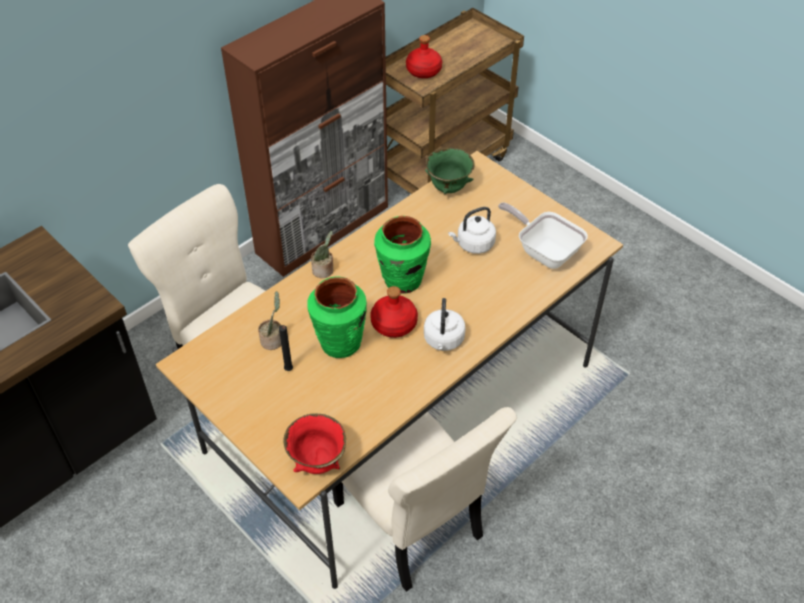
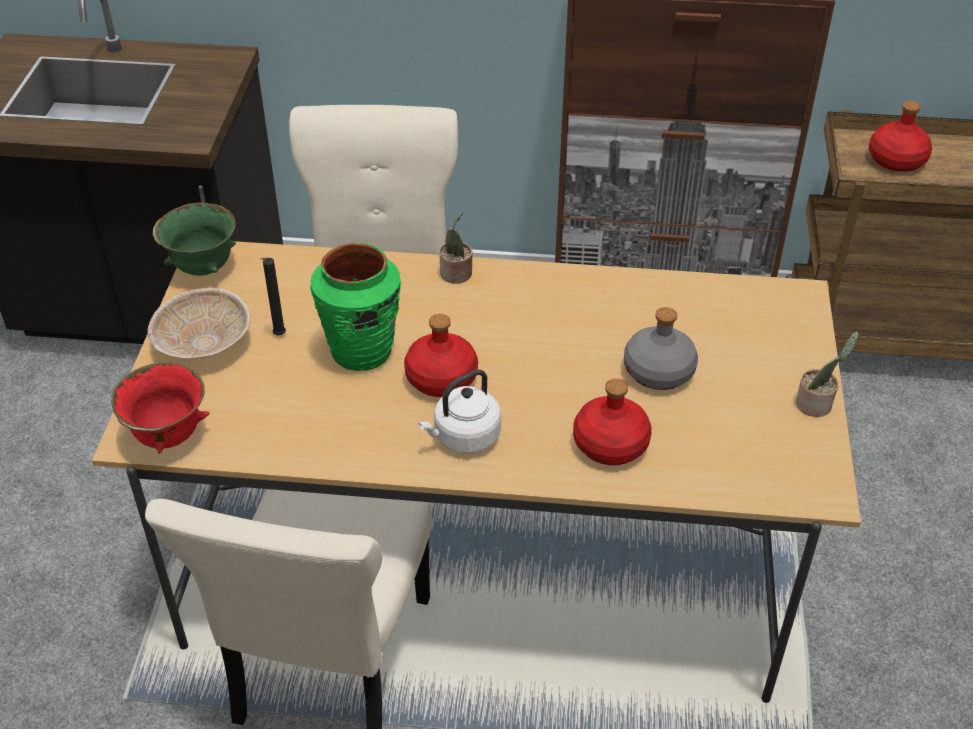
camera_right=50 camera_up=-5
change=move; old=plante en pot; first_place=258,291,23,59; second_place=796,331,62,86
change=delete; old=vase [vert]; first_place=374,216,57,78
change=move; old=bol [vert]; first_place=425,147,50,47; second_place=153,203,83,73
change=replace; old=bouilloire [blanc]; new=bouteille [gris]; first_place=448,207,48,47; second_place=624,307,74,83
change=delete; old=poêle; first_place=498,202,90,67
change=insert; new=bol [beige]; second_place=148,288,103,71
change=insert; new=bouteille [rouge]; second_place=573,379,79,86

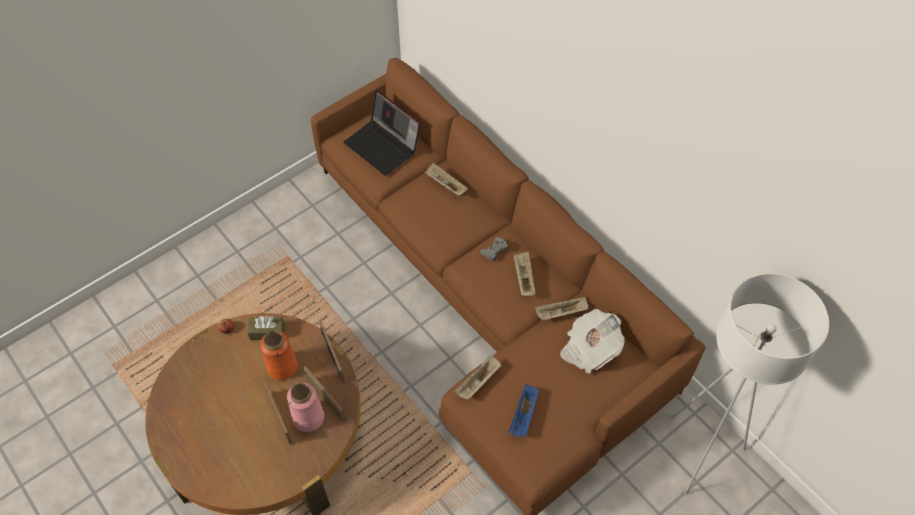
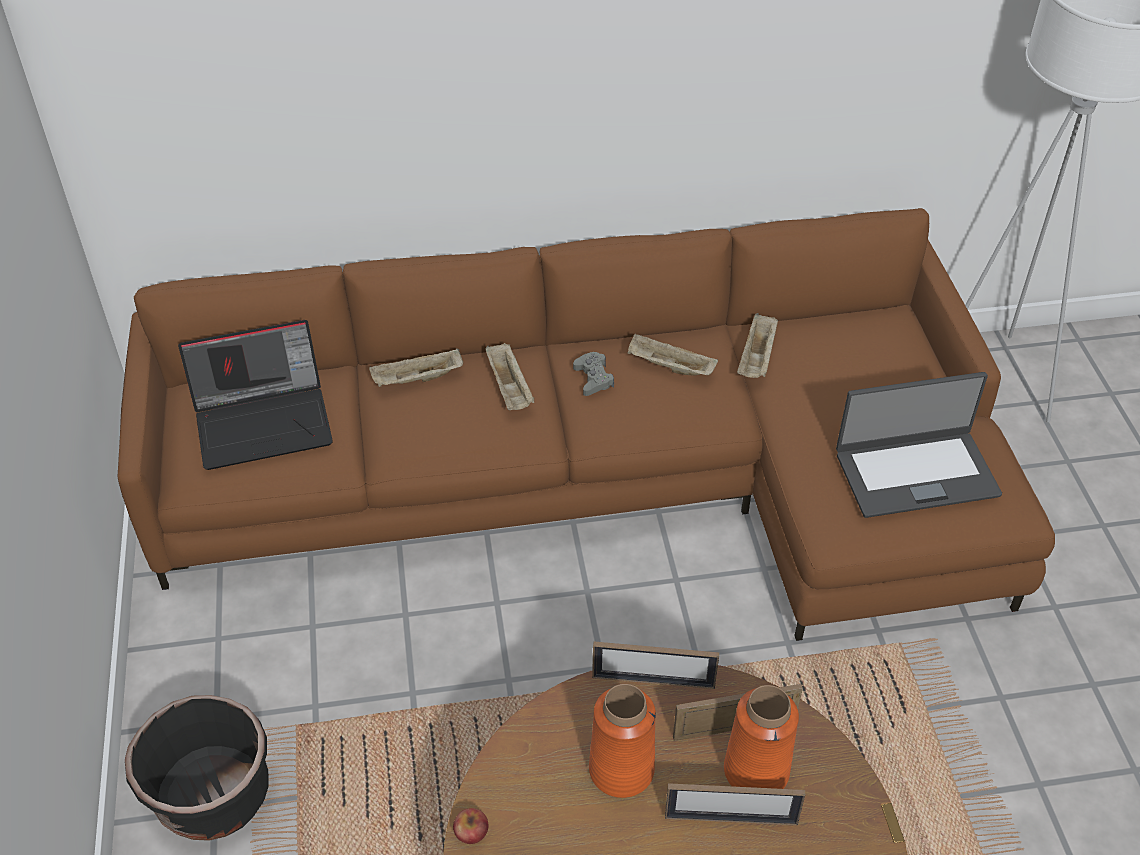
camera_right=-60 camera_up=-10
change=delete; old=boîte à mouchoirs [marron]; first_place=248,316,37,24
change=recolor; old=vase [rose]; new=vase [orange]; first_place=287,383,37,49; second_place=724,685,75,104
change=move; old=plateau [beige]; first_place=454,356,47,44; second_place=486,343,48,67
change=replace; old=plateau [bleu]; new=ordinateur portable; first_place=509,384,30,53; second_place=836,372,166,146
change=delete; old=journal; first_place=560,309,65,65
change=insert; new=cache-pot [noir]; second_place=125,695,144,146

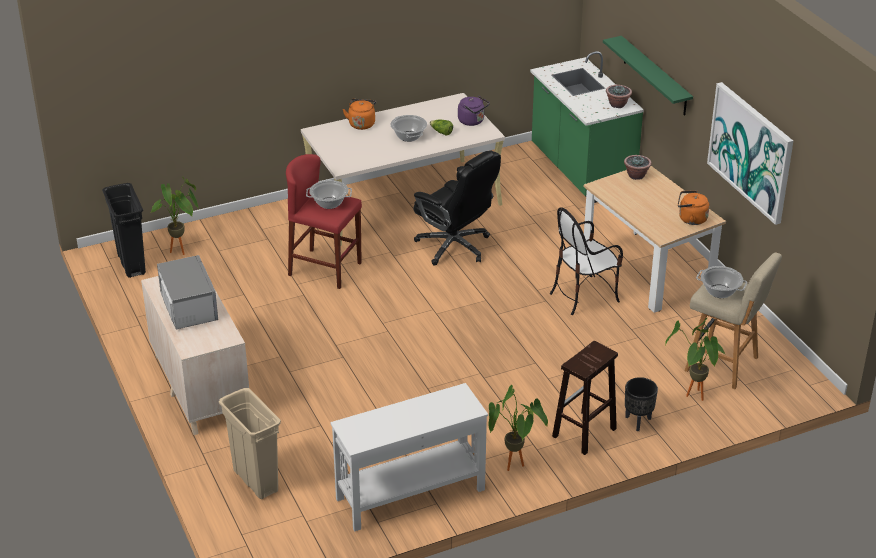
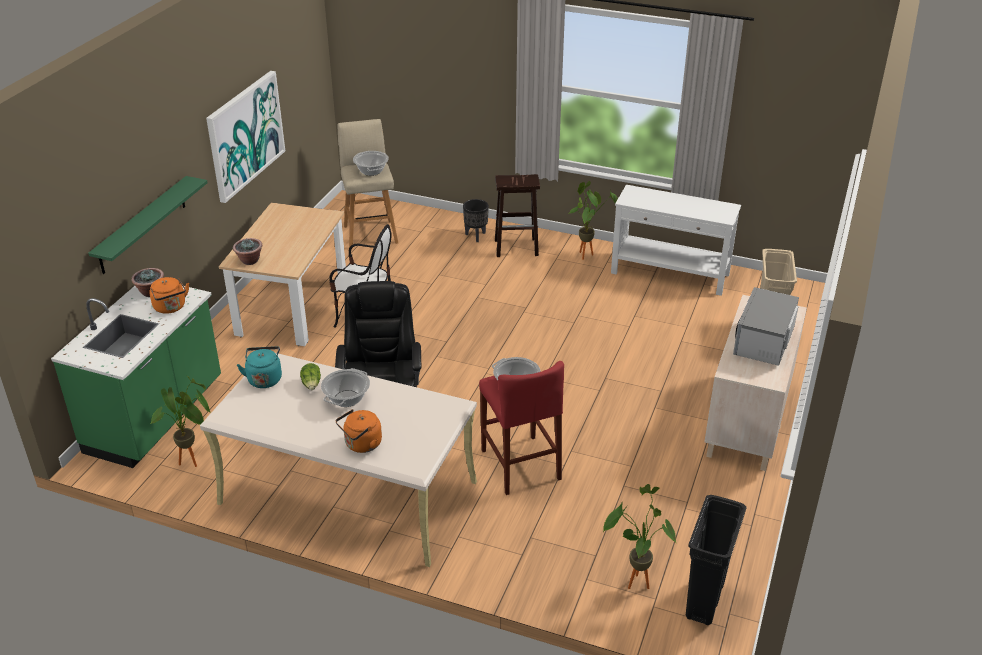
camera_right=-135 camera_up=0
change=recolor; old=bouilloire [violet]; new=bouilloire [turquoise]; first_place=458,96,32,30; second_place=237,346,45,42
change=move; old=plante en pot; first_place=665,317,60,84; second_place=150,376,61,91
change=move; old=bouilloire [orange]; first_place=678,190,31,35; second_place=149,277,40,37

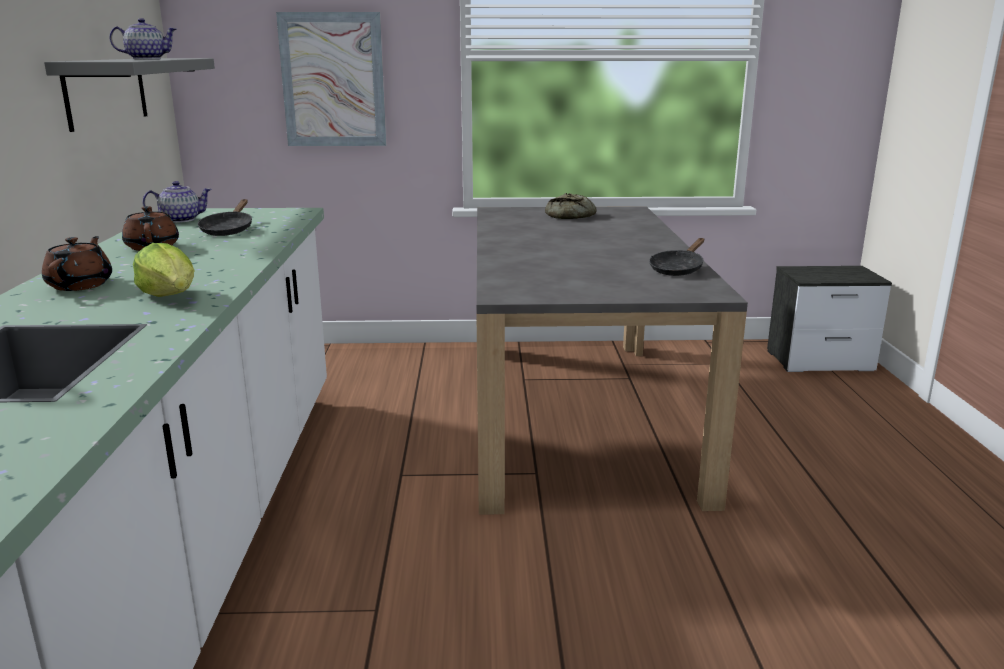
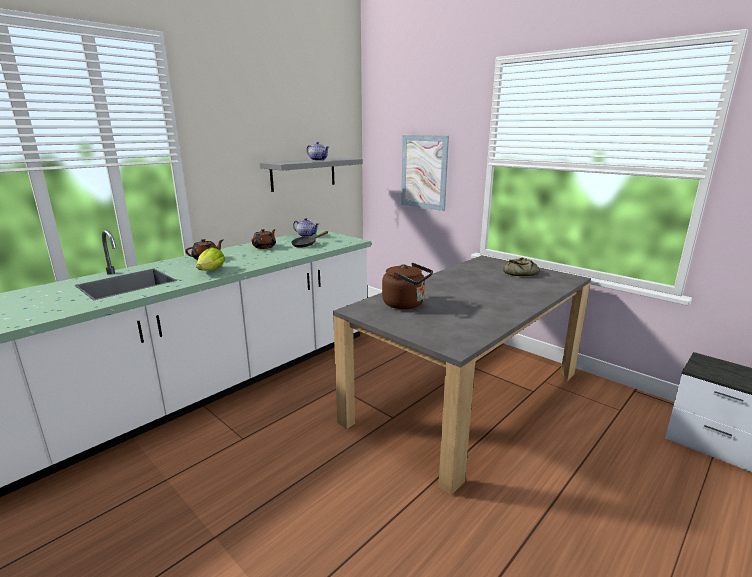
camera_right=45 camera_up=0
change=delete; old=poêle [noir]; first_place=649,238,55,38
change=insert; new=bouilloire [marron]; second_place=382,263,51,46

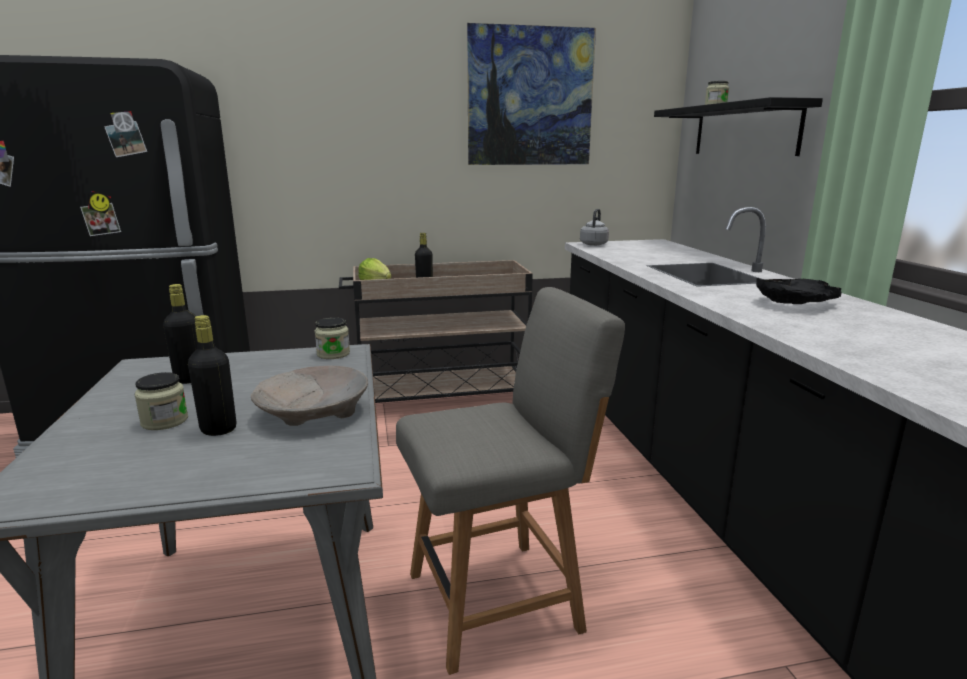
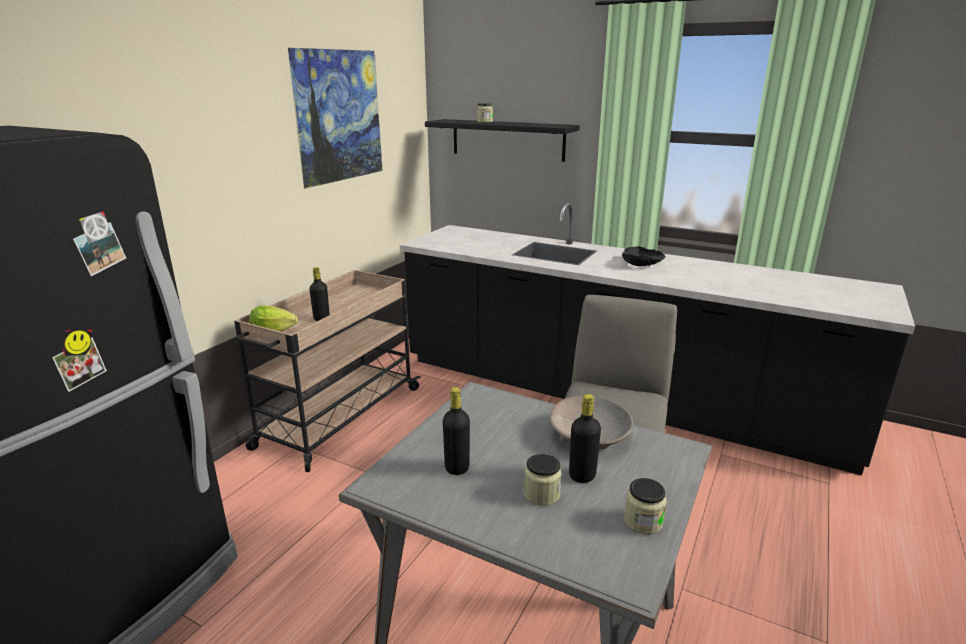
camera_right=-50 camera_up=5
change=move; old=bocal; first_place=315,317,35,42; second_place=624,478,43,56
change=delete; old=bouilloire [gris]; first_place=580,209,29,37

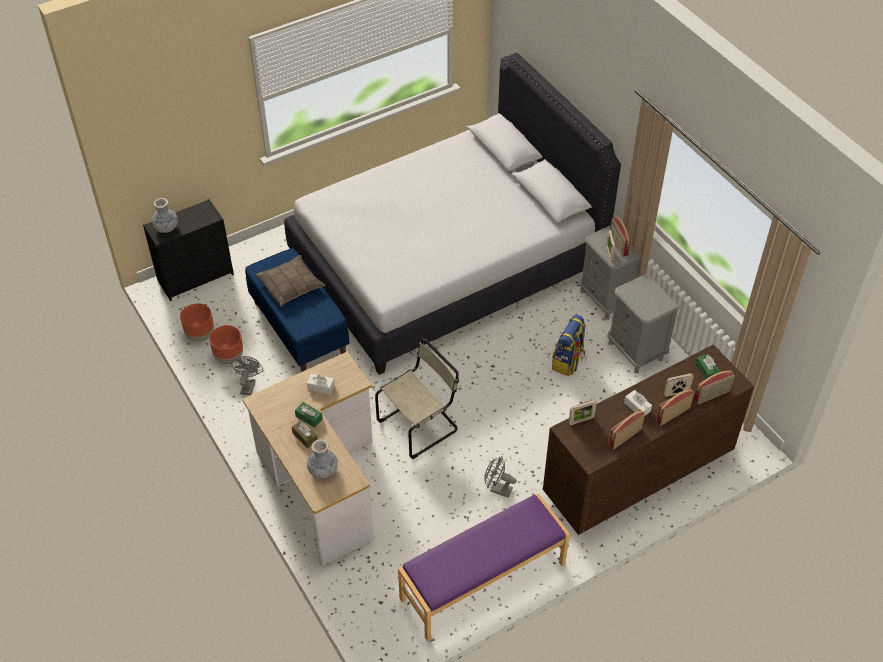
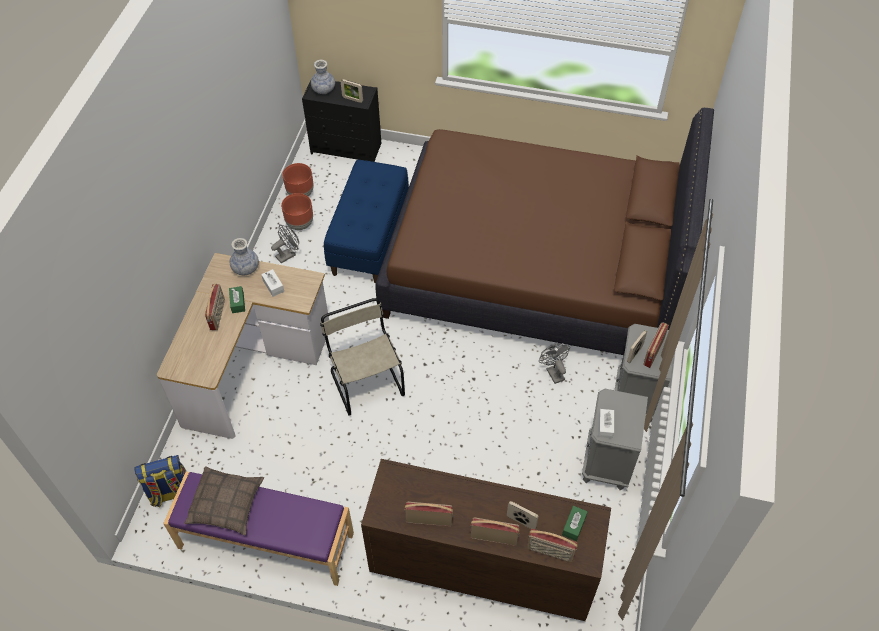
camera_right=45 camera_up=5
change=move; old=coussin; first_place=256,255,69,51; second_place=185,466,79,69
change=recolor; old=lit [blanc]; new=lit [marron]; first_place=284,53,337,322; second_place=375,108,339,247
change=replace; old=boîte à mouchoirs [marron]; new=radio; first_place=292,420,26,28; second_place=205,284,20,46
change=move; old=vase; first_place=307,439,31,39; second_place=230,238,29,37
change=rotate; old=chaise [beige]; first_place=375,339,84,120; second_place=320,298,85,118; degrees=-120
change=move; old=ventilateur [gris]; first_place=484,456,32,42; second_place=539,343,31,41
change=move; old=sac à dos; first_place=552,315,34,61; second_place=134,455,53,53
change=move; old=cadre photo; first_place=569,400,28,25; second_place=341,79,22,24
change=move; old=boîte à mouchoirs [blanc]; first_place=624,390,28,25; second_place=598,409,16,29

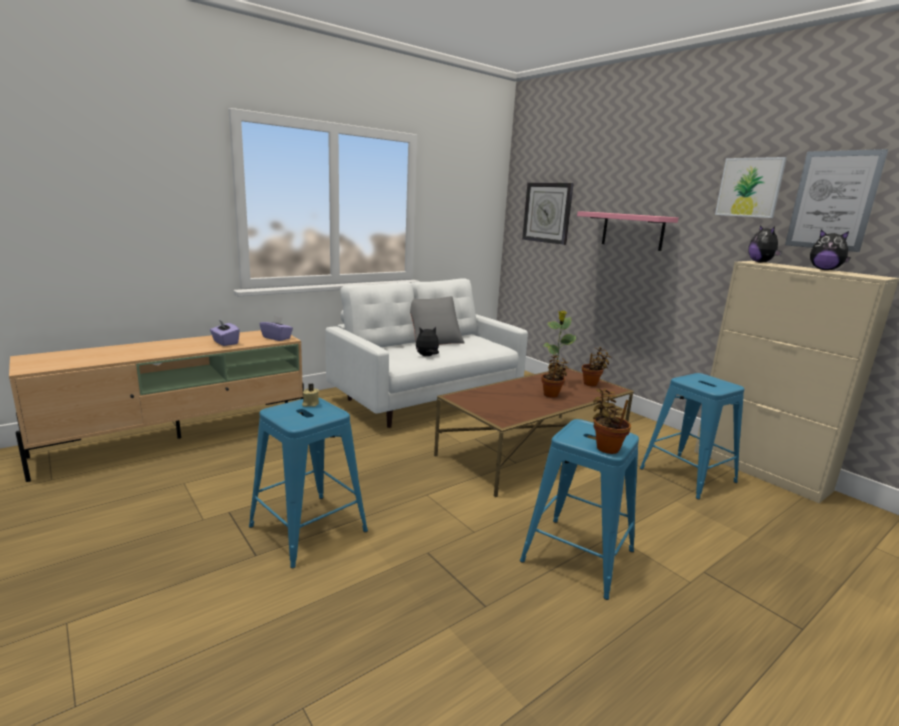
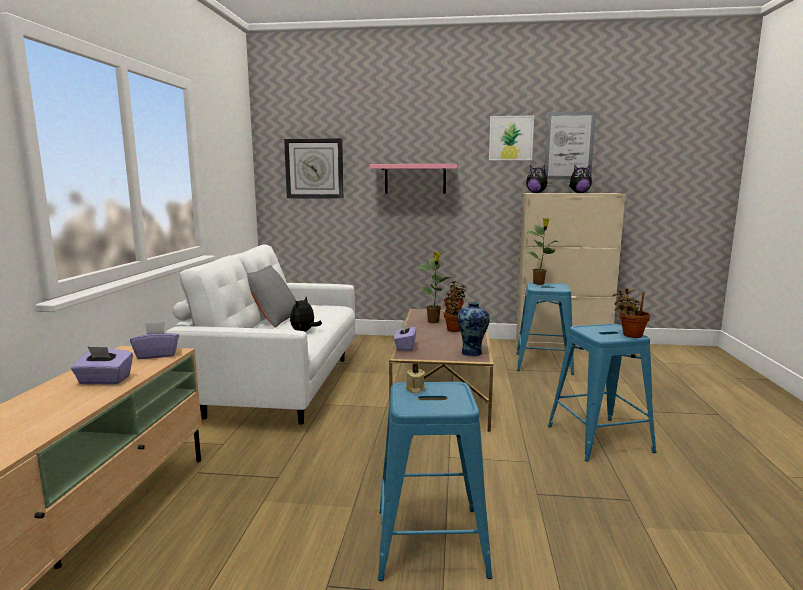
camera_right=-45 camera_up=-5
change=insert; new=boîte à mouchoirs [violet]; second_place=394,322,22,29
change=insert; new=vase; second_place=457,302,33,55
change=insert; new=plante en pot; second_place=526,218,32,67

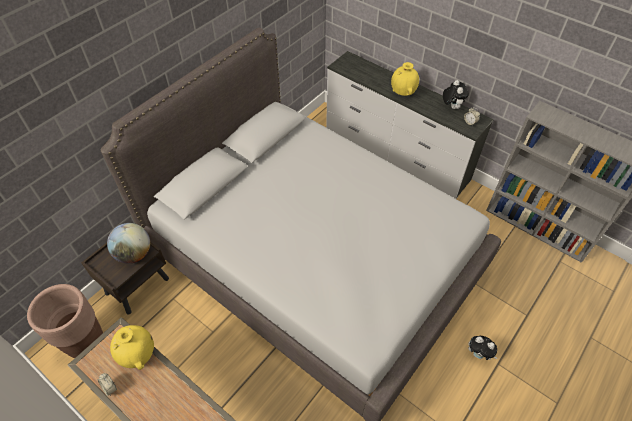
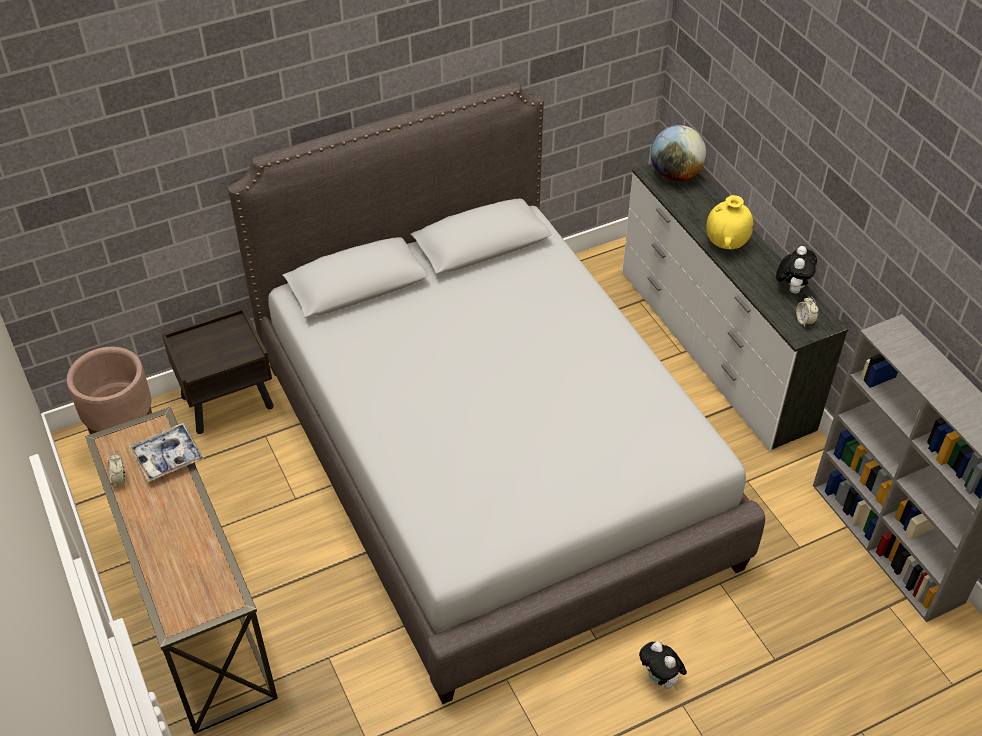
camera_right=25 camera_up=-5
change=move; old=globe; first_place=107,223,43,41; second_place=651,125,56,56
change=replace; old=vase [jaune]; new=plateau; first_place=110,325,44,45; second_place=130,423,74,59

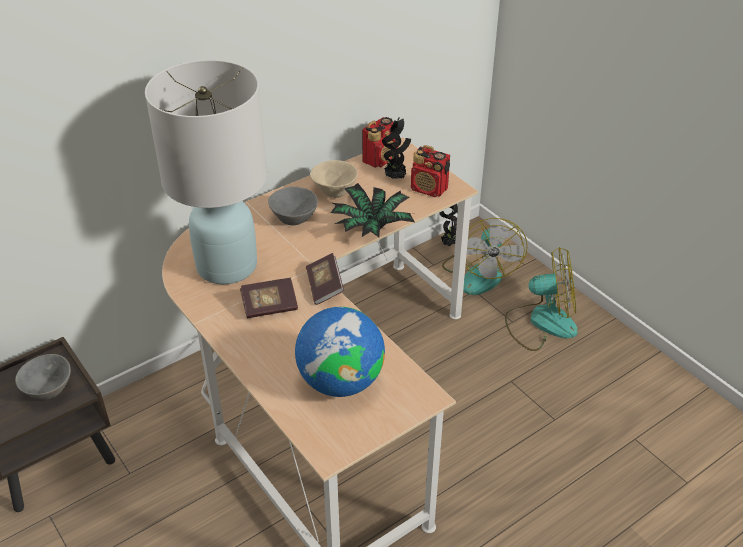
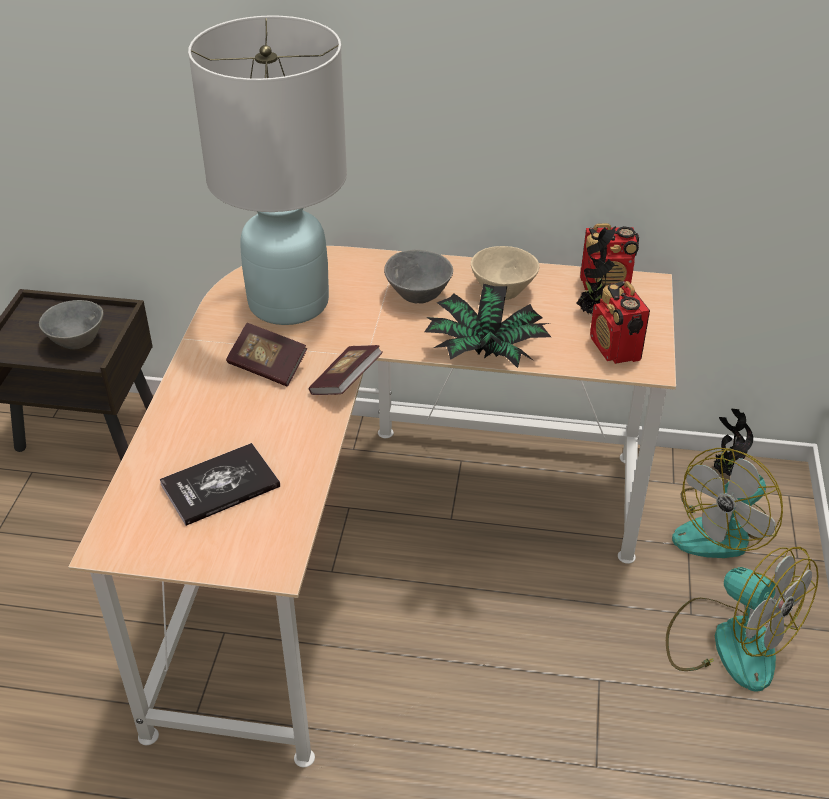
camera_right=45 camera_up=0
change=replace; old=globe; new=livre; first_place=295,307,90,90; second_place=160,443,120,83

